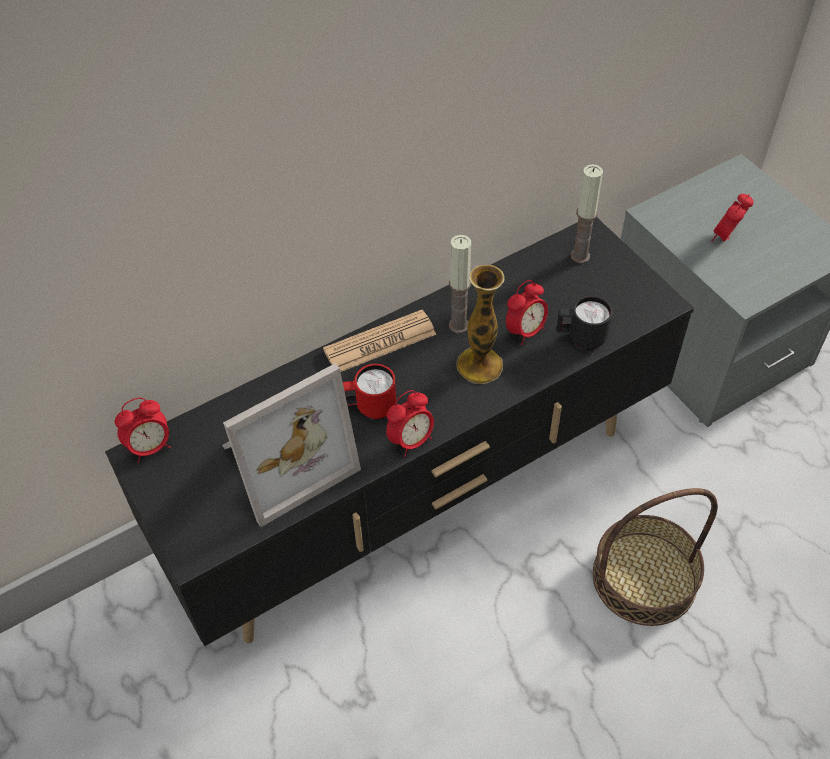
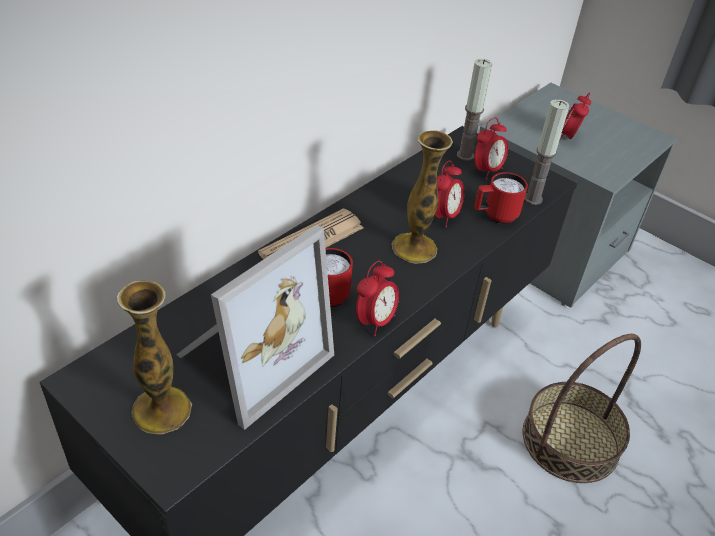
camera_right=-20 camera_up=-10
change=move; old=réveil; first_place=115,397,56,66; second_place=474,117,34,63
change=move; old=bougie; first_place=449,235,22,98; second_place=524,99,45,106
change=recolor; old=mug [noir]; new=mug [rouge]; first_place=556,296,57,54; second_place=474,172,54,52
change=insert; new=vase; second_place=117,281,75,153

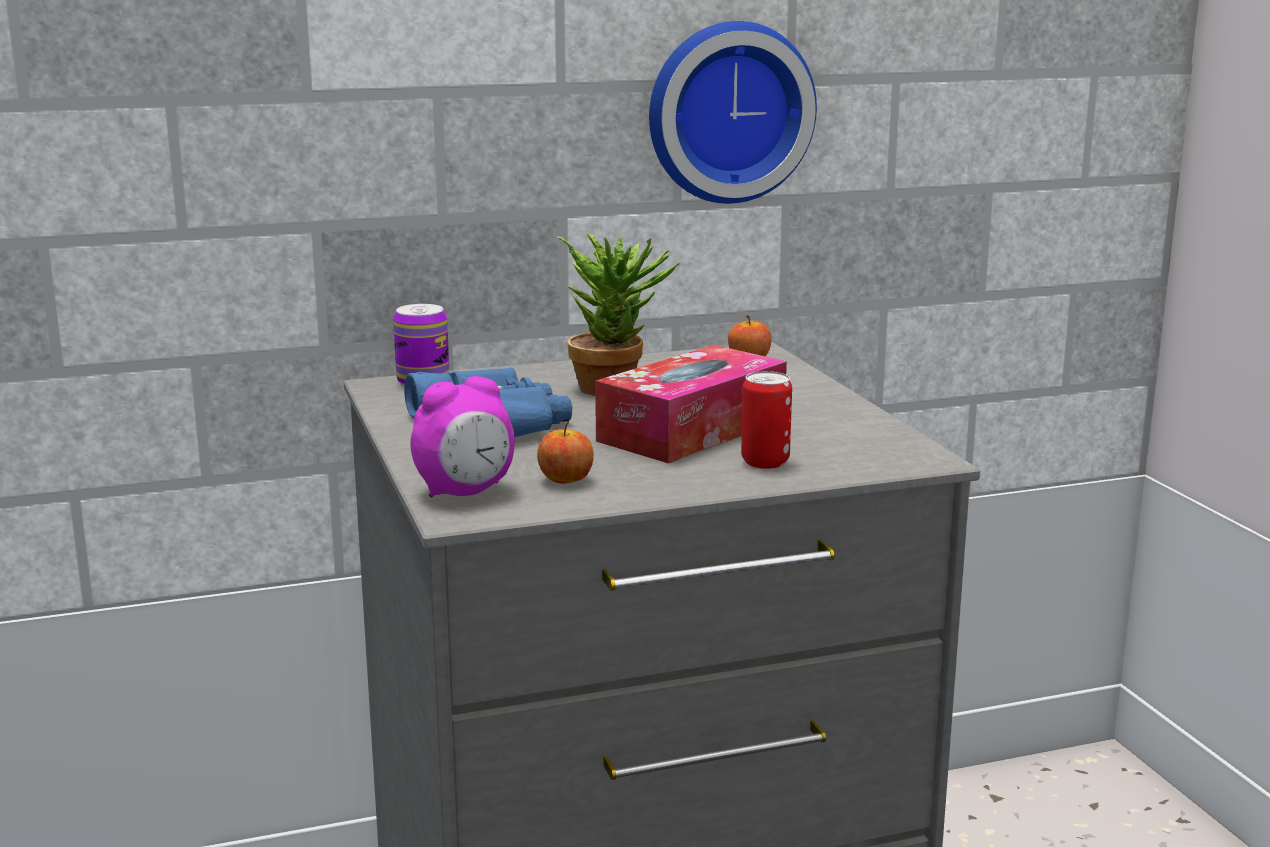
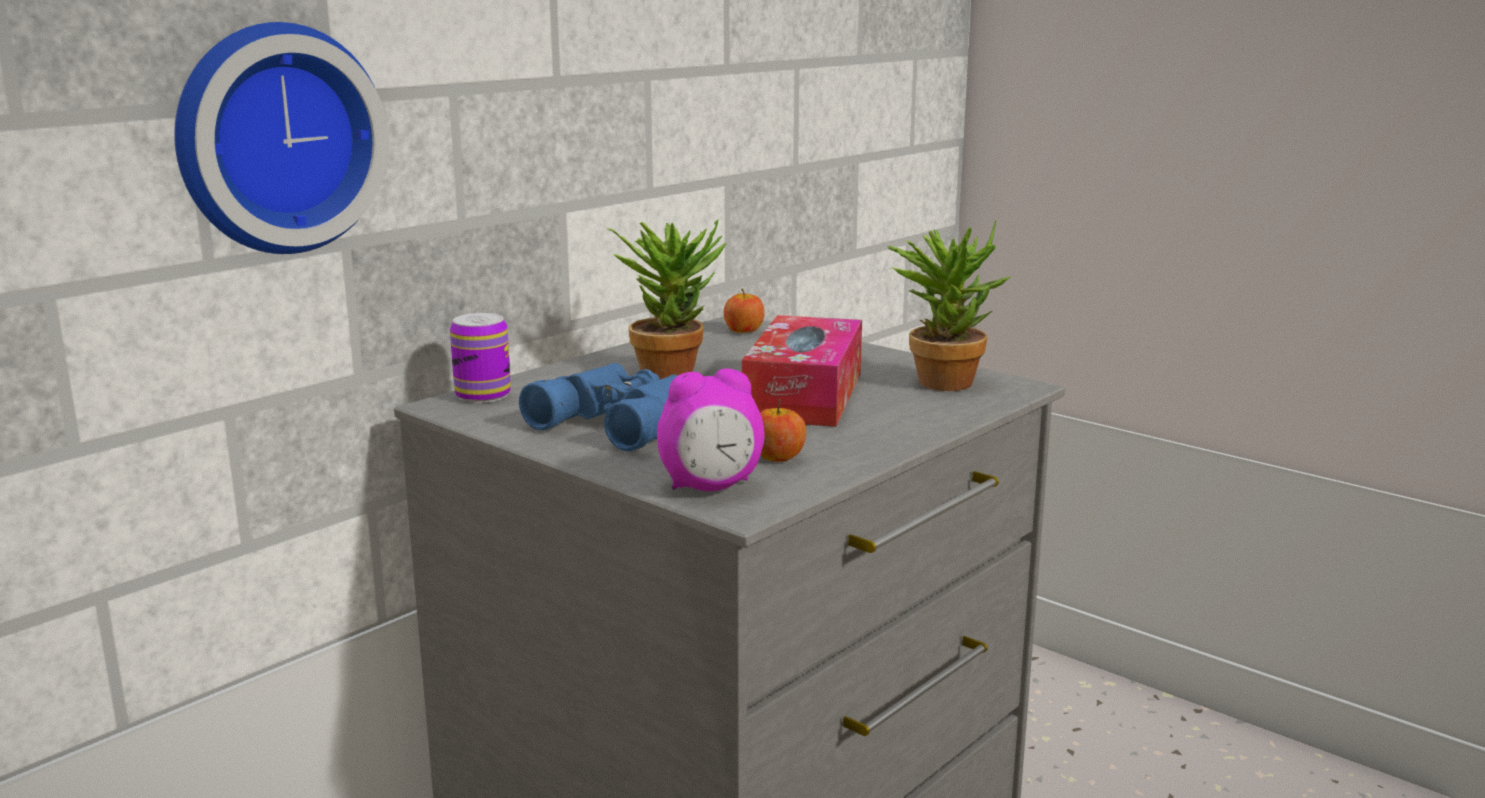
camera_right=-30 camera_up=0
change=rotate; old=réveil; first_place=410,376,105,122; second_place=657,368,107,123; degrees=45
change=move; old=horloge murale; first_place=649,21,168,183; second_place=174,22,215,232
change=delete; old=boîte métallique; first_place=741,371,51,98
change=insert; new=plante en pot; second_place=888,220,123,171

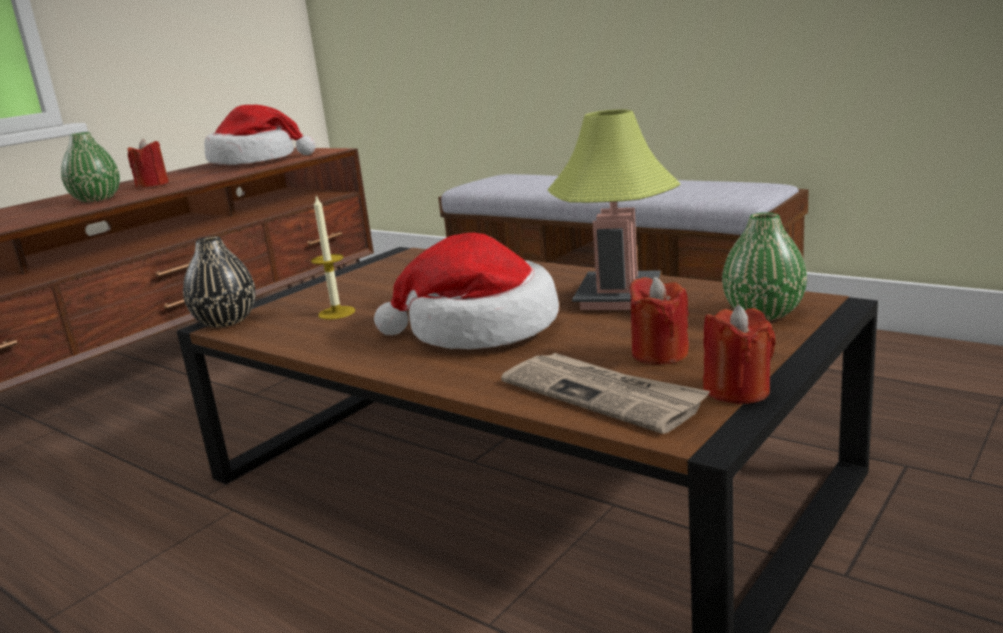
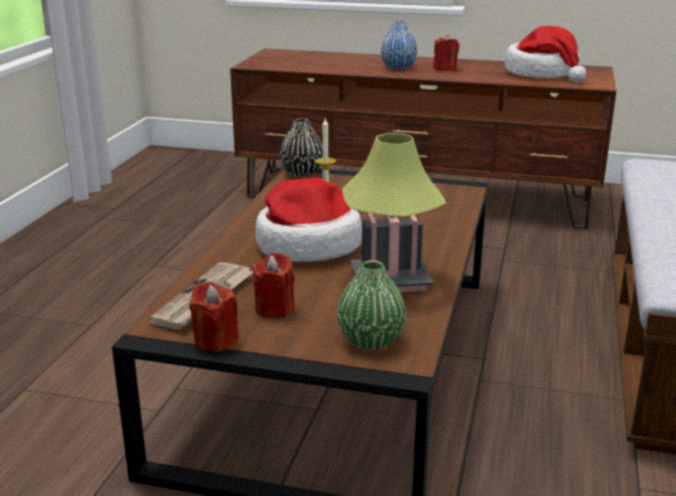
camera_right=65 camera_up=5
change=recolor; old=vase [vert]; new=vase [bleu]; first_place=61,132,59,70; second_place=381,20,36,50

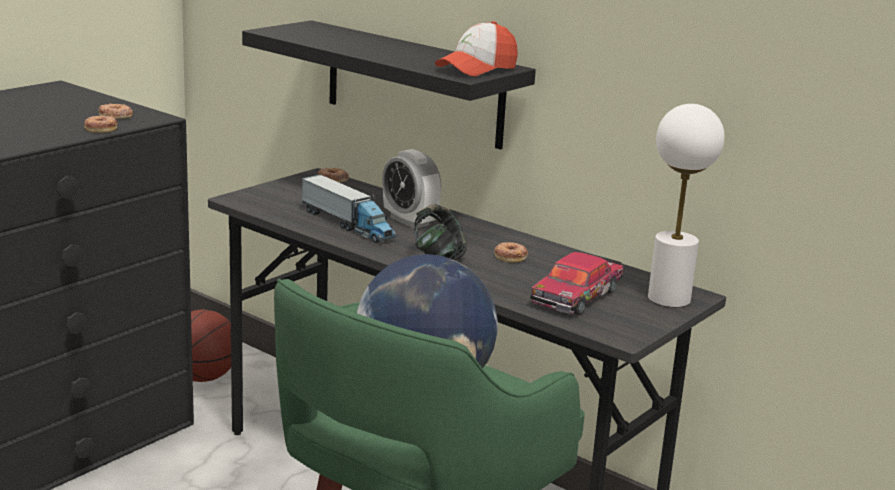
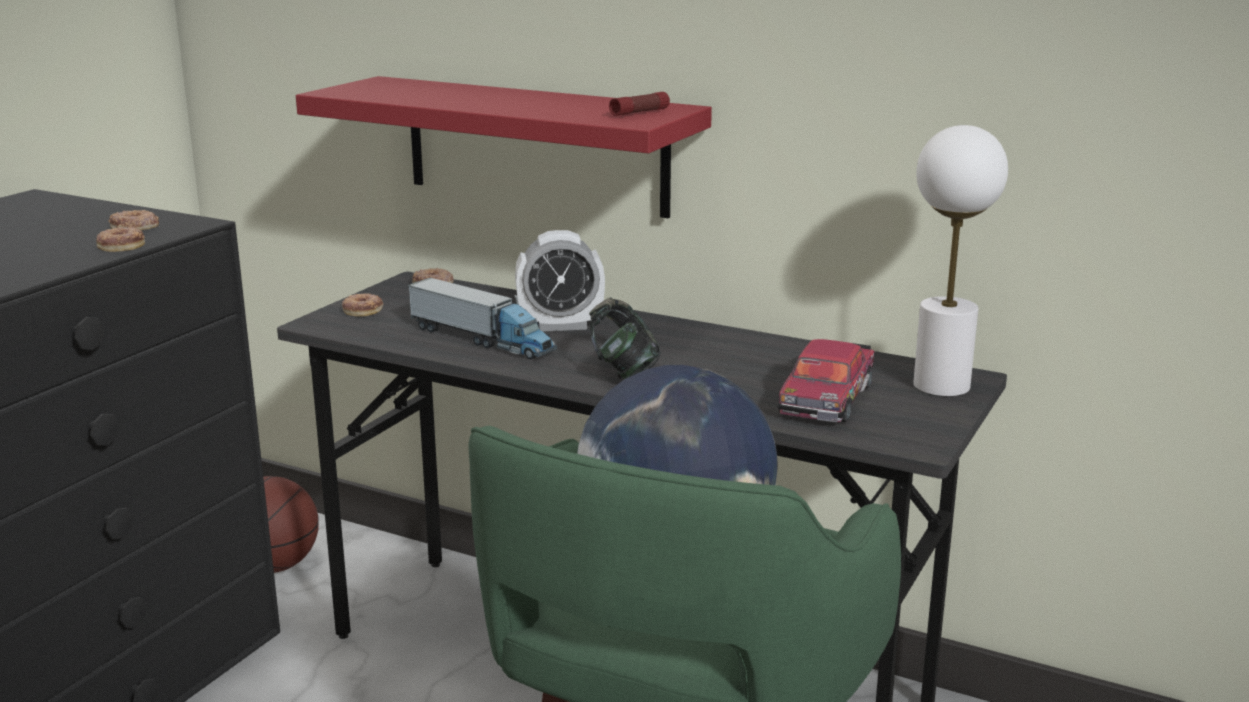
camera_right=-10 camera_up=0
change=recolor; old=étagère [noir]; new=étagère [rouge]; first_place=242,20,294,130; second_place=296,76,416,142
change=rotate; old=réveil; first_place=382,149,59,80; second_place=515,230,90,101; degrees=-45
change=replace; old=casquette; new=lampe de poche; first_place=435,21,83,56; second_place=609,92,61,24
change=move; old=beignet; first_place=494,242,34,21; second_place=342,294,41,23

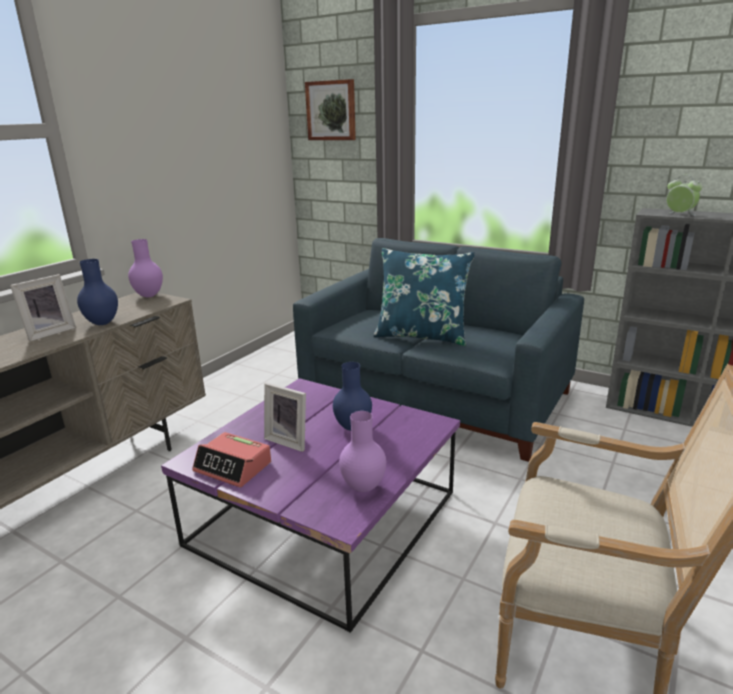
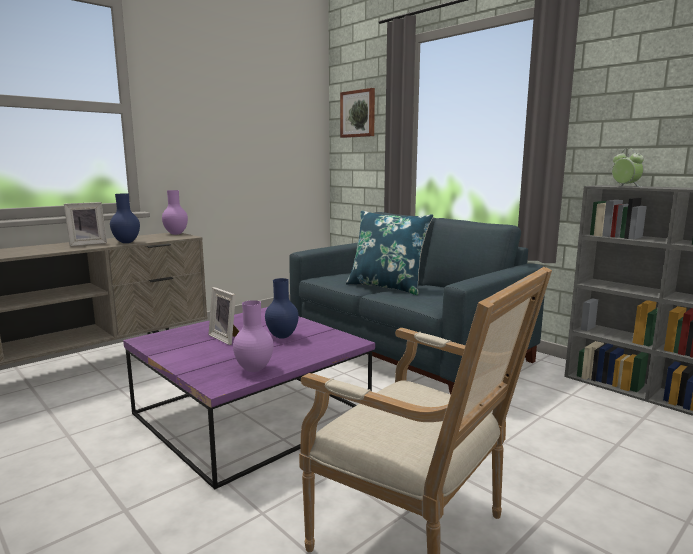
camera_right=15 camera_up=-10
change=delete; old=réveil; first_place=192,432,79,55

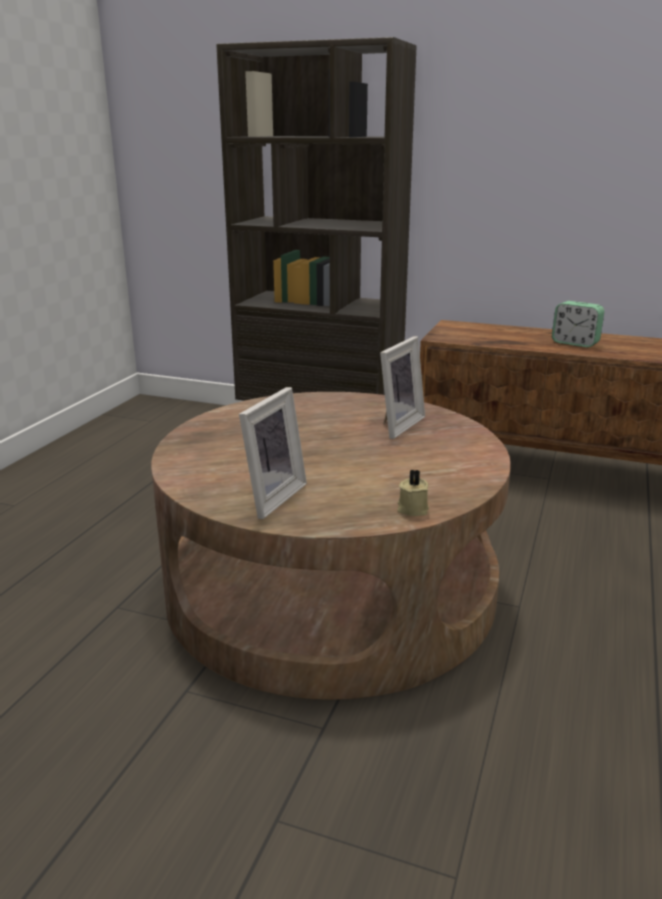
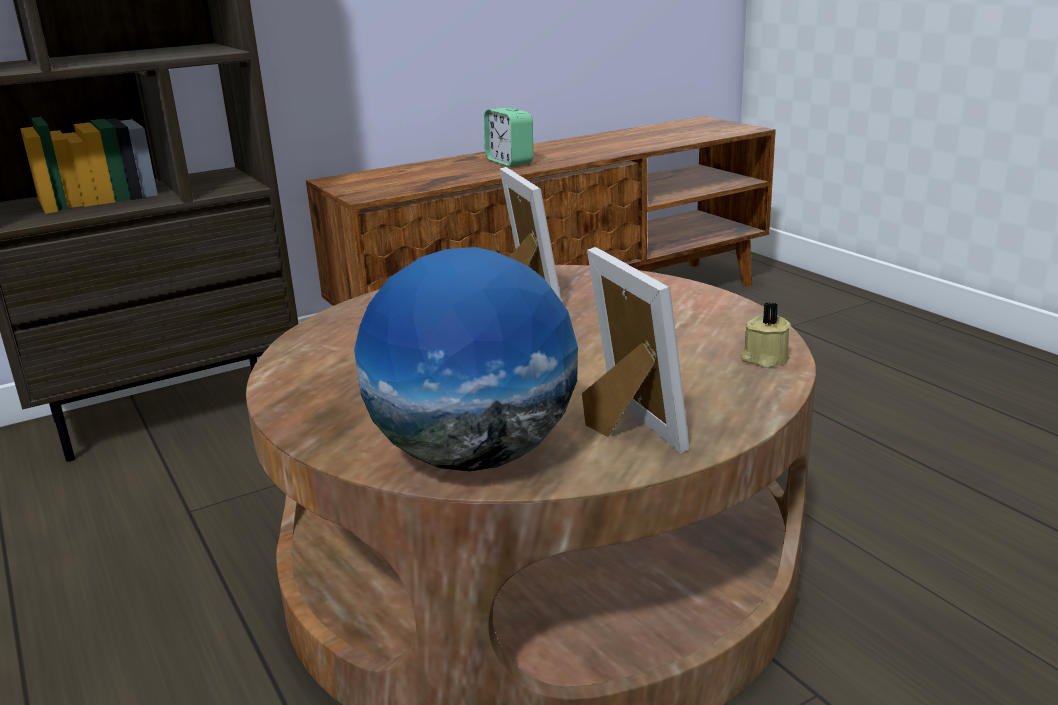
camera_right=-50 camera_up=0
change=rotate; old=réveil; first_place=552,301,53,46; second_place=484,108,49,59; degrees=75
change=insert; new=globe; second_place=354,247,224,224

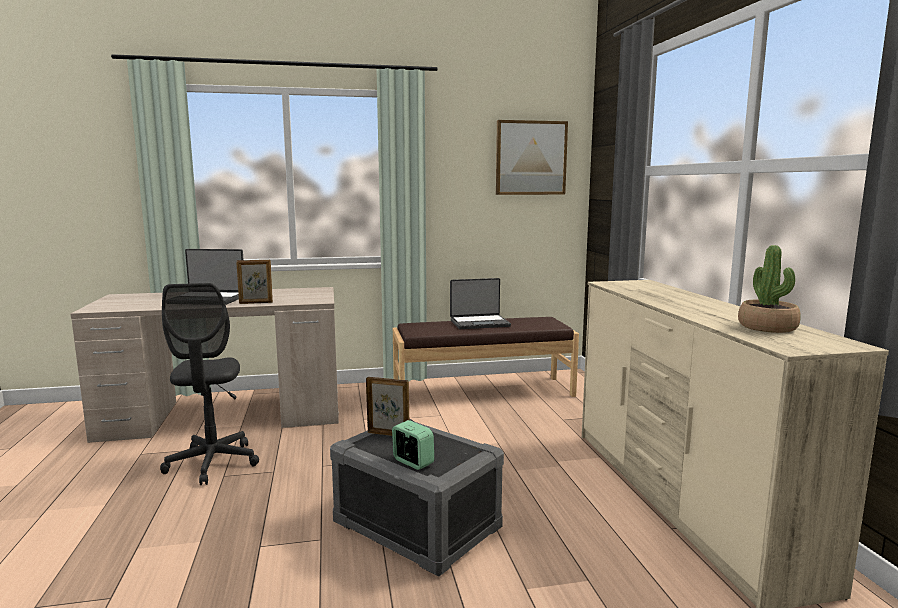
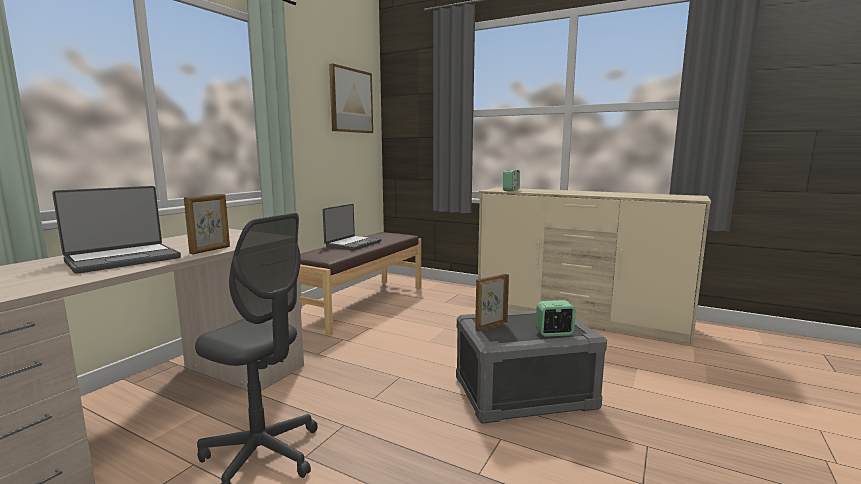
camera_right=-50 camera_up=0
change=delete; old=plante en pot; first_place=738,245,63,88
change=insert; new=réveil; second_place=503,170,17,21

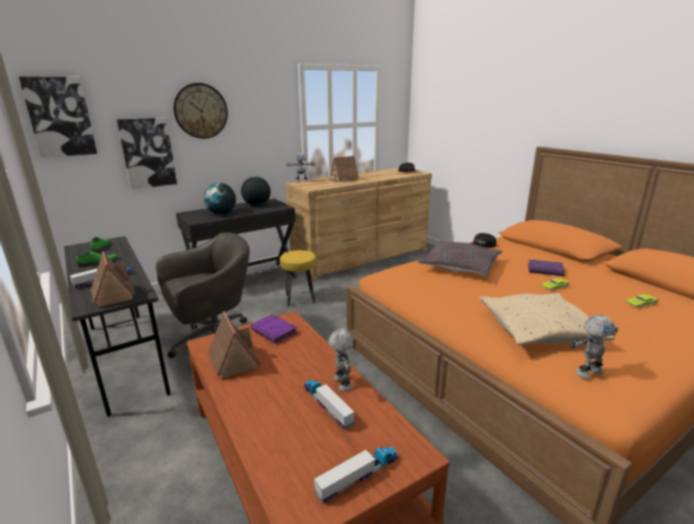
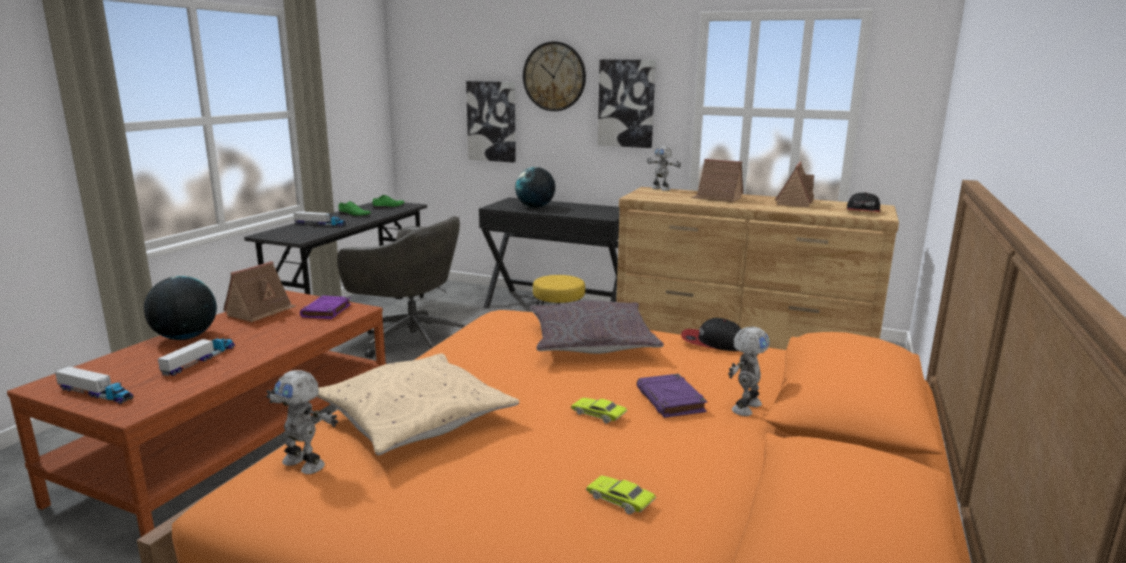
camera_right=55 camera_up=-5
change=move; old=tableau; first_place=19,77,78,81; second_place=598,59,58,89
change=move; old=maison miniature; first_place=91,252,44,55; second_place=775,162,39,45
change=move; old=globe; first_place=241,177,30,29; second_place=144,276,73,64
change=move; old=robot jouet; first_place=328,329,25,63; second_place=728,327,42,89

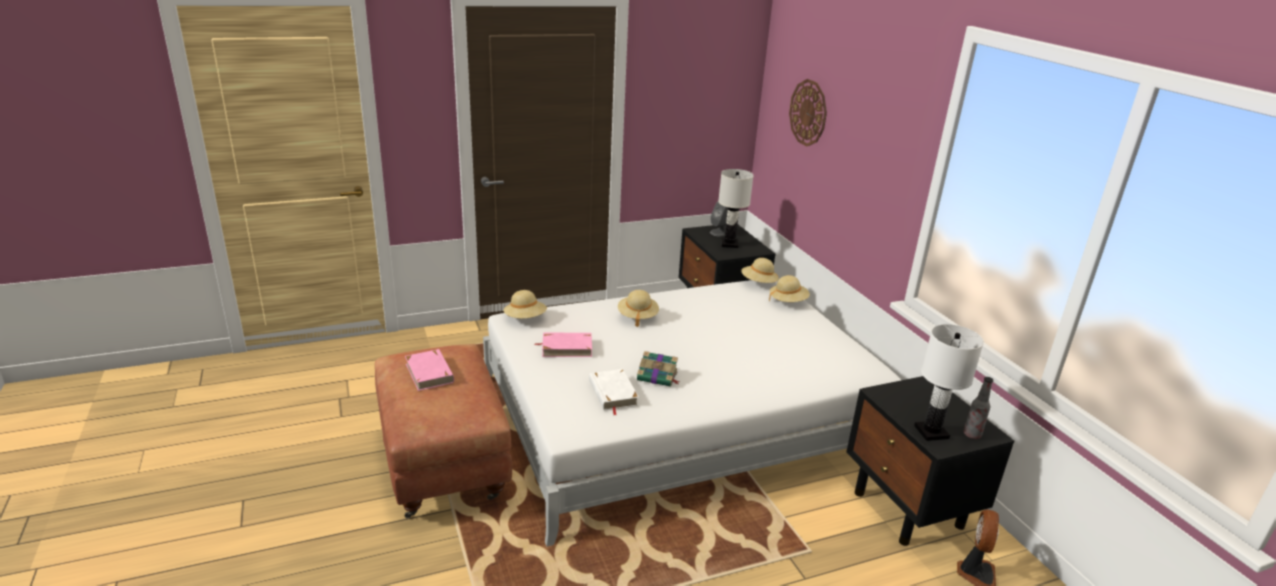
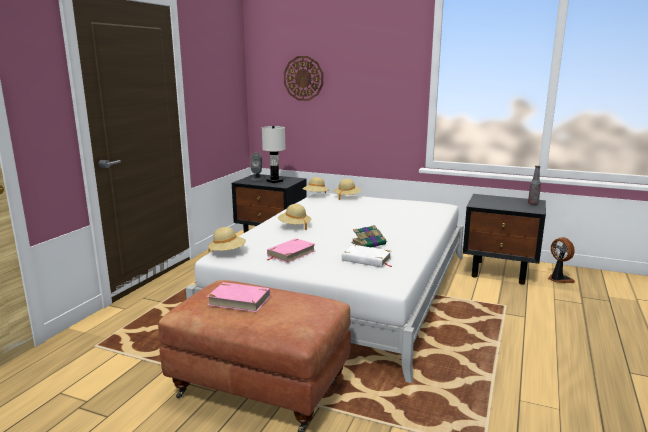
camera_right=-45 camera_up=-10
change=delete; old=lampe de table [blanc]; first_place=914,324,70,117

